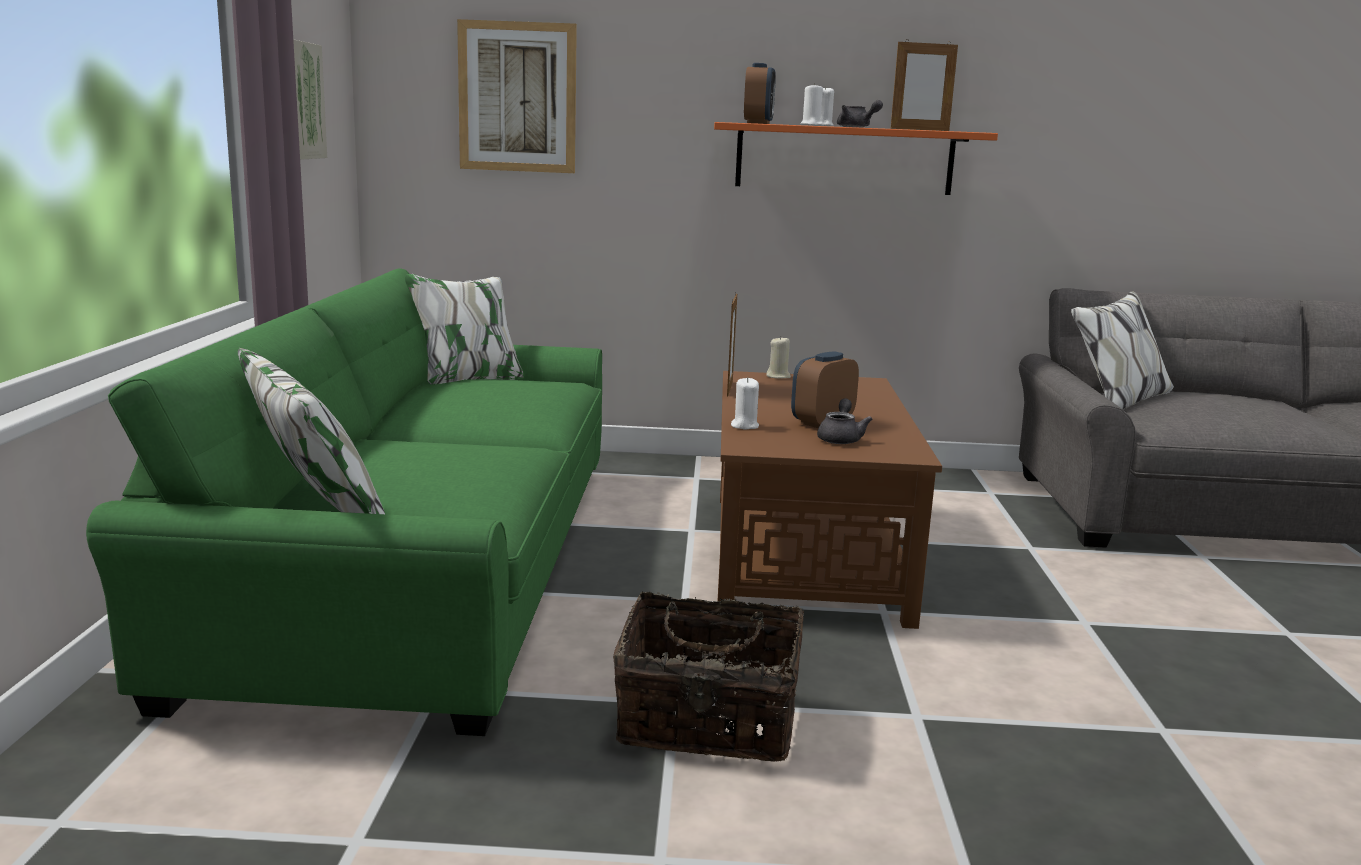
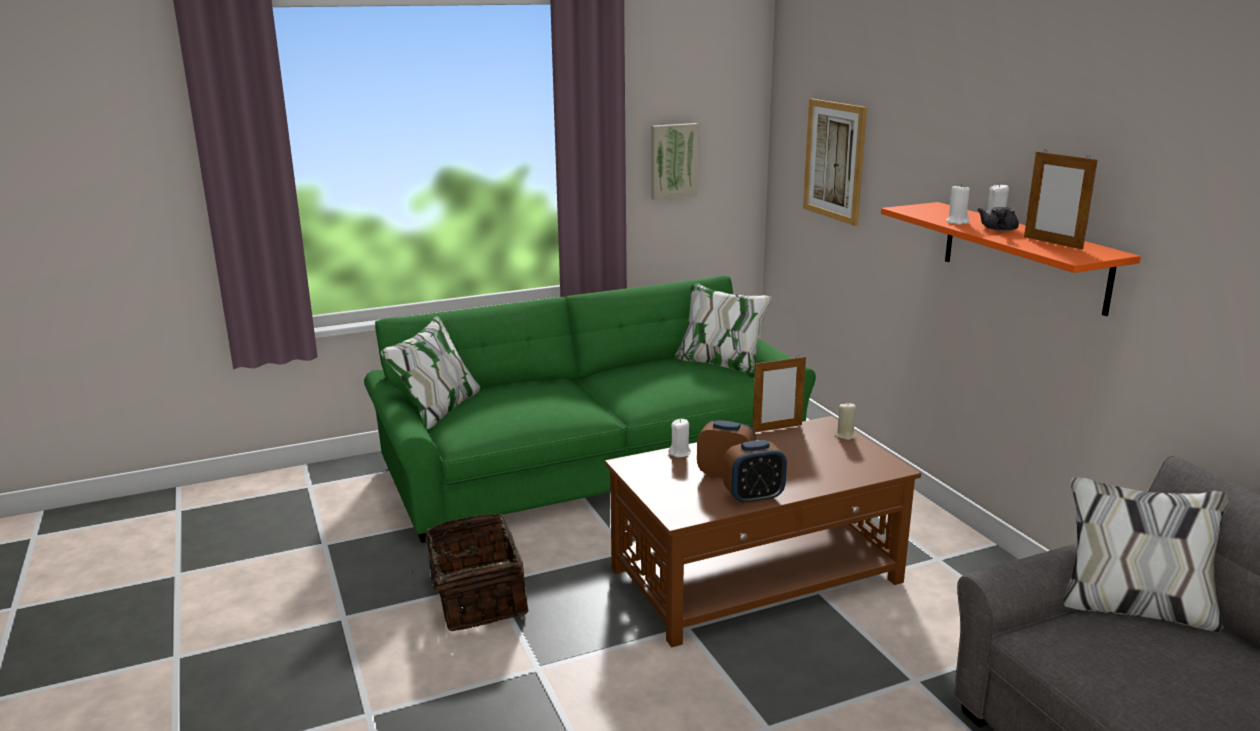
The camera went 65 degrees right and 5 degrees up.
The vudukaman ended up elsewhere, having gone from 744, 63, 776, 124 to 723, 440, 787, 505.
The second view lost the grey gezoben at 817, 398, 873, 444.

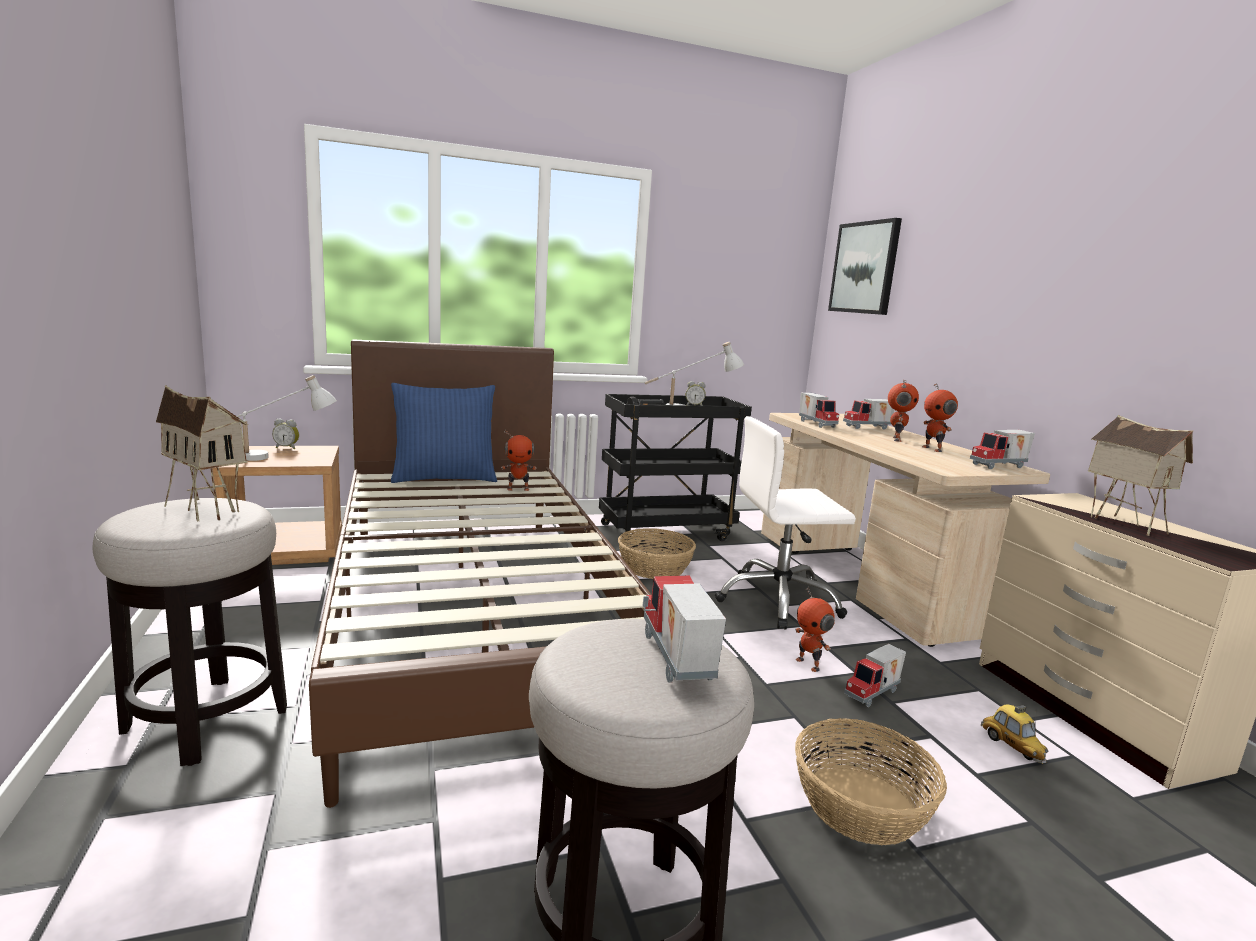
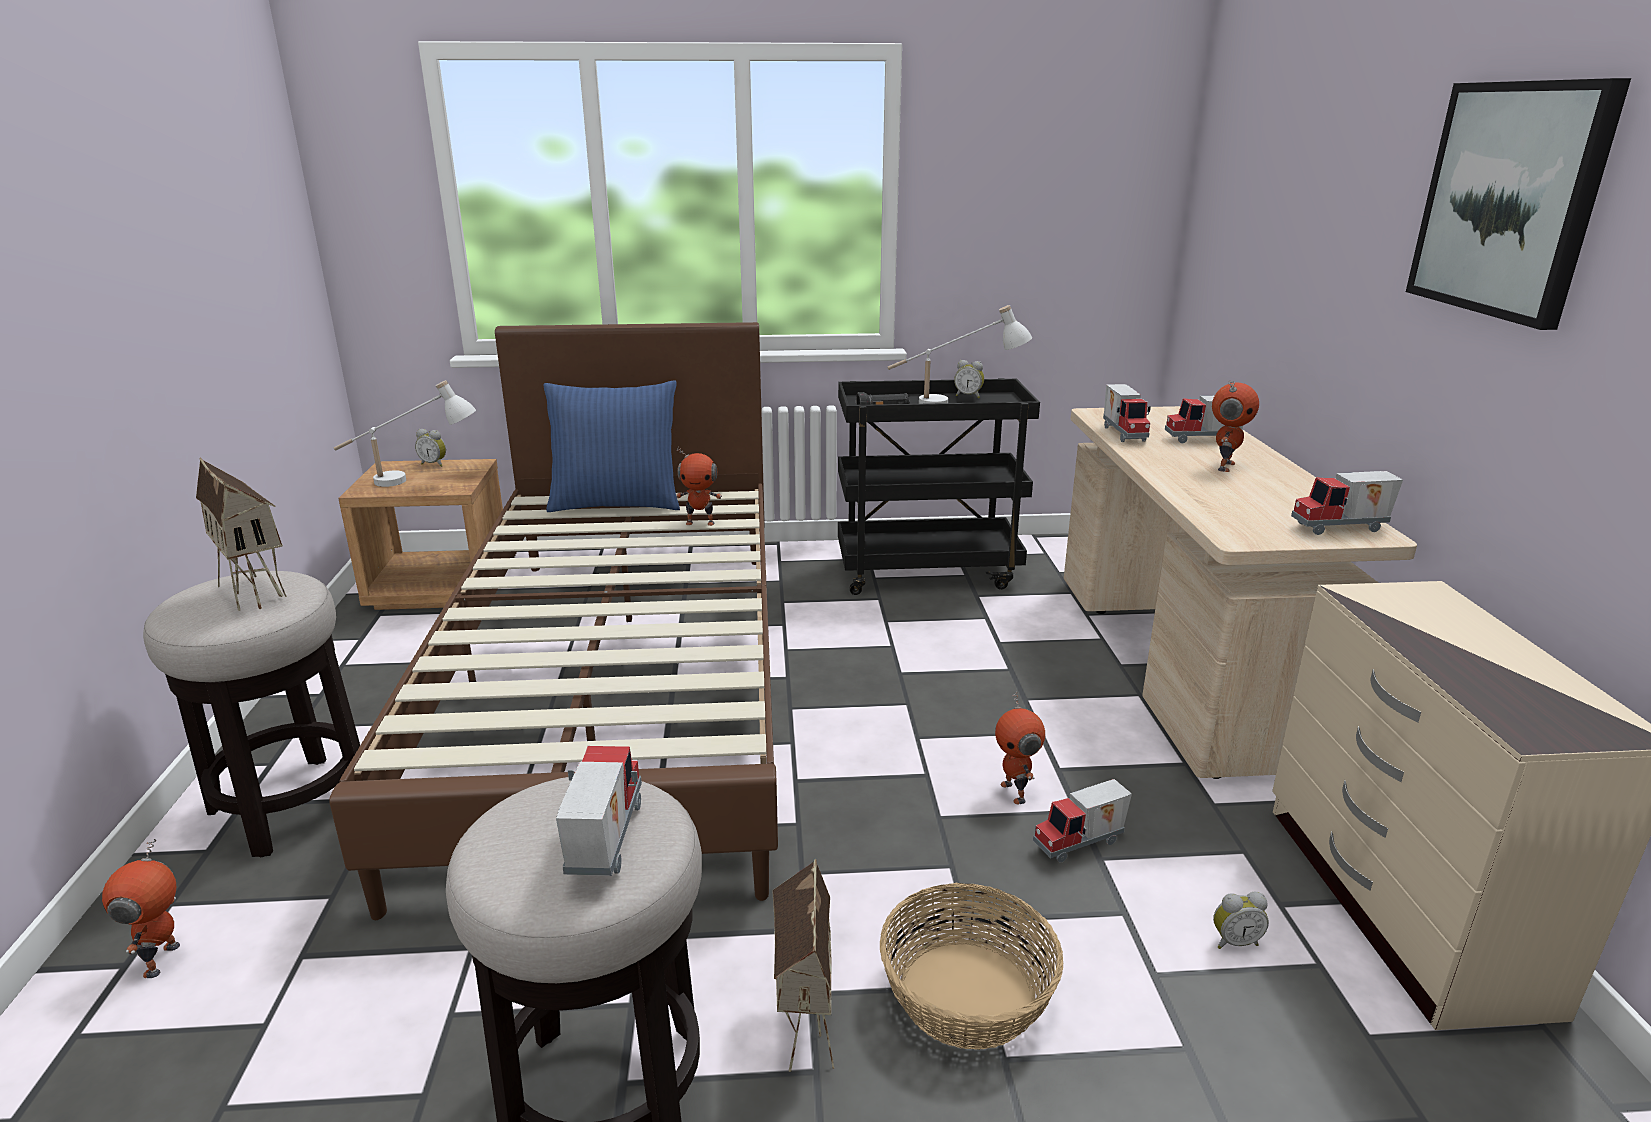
The camera went 15 degrees right and 10 degrees up.
The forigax ended up elsewhere, having gone from 922, 383, 958, 452 to 102, 839, 180, 978.
The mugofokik ended up elsewhere, having gone from 1088, 415, 1193, 536 to 772, 859, 834, 1072.
Where the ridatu stood at 981, 704, 1048, 764, the vudukaman came to stand at 1213, 892, 1269, 949.
The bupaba ended up elsewhere, having gone from 828, 218, 902, 315 to 1406, 78, 1631, 330.
The second view lost the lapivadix at 618, 528, 696, 579.
The second view lost the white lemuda at 715, 416, 856, 630.

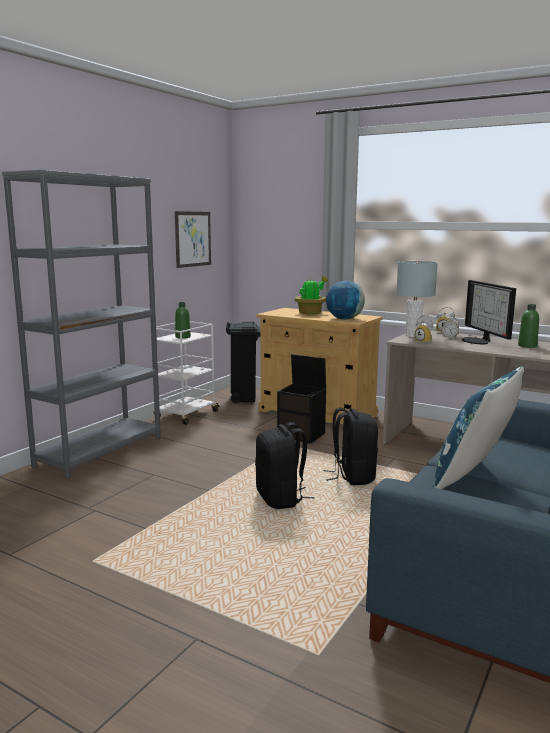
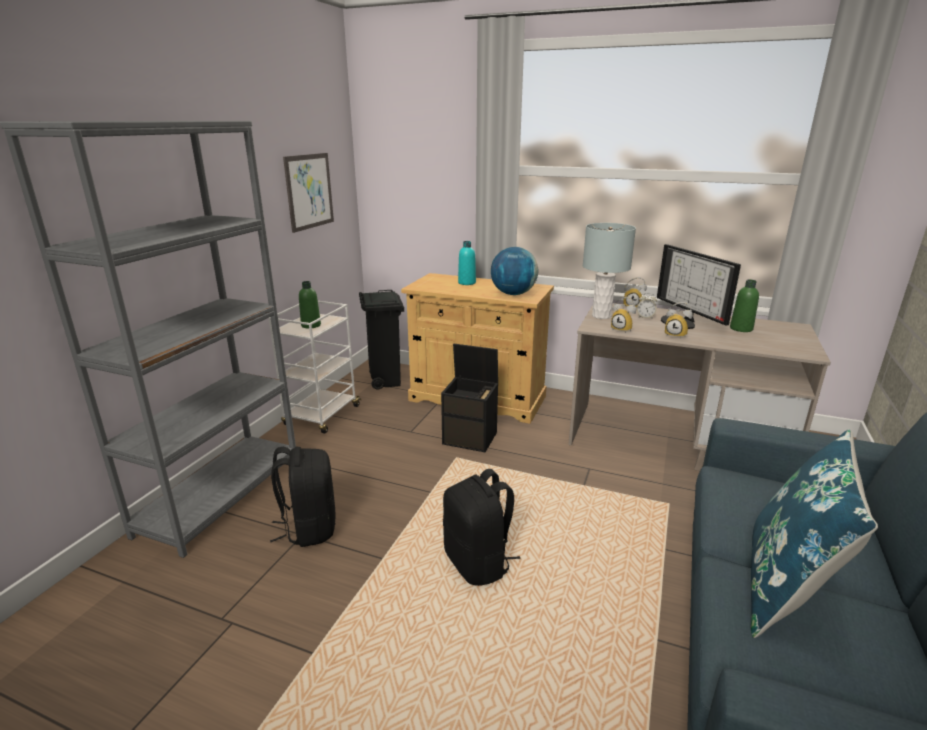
The camera went 10 degrees left and 10 degrees up.
The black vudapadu ended up elsewhere, having gone from 323, 408, 378, 485 to 270, 447, 335, 547.
Where the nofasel stood at 295, 276, 328, 314, the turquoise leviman came to stand at 458, 241, 476, 285.
The second view gained the vudukaman at 665, 302, 693, 338.

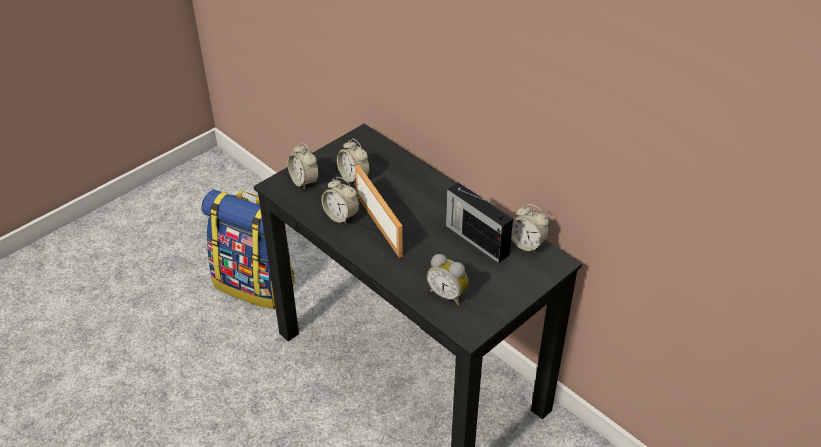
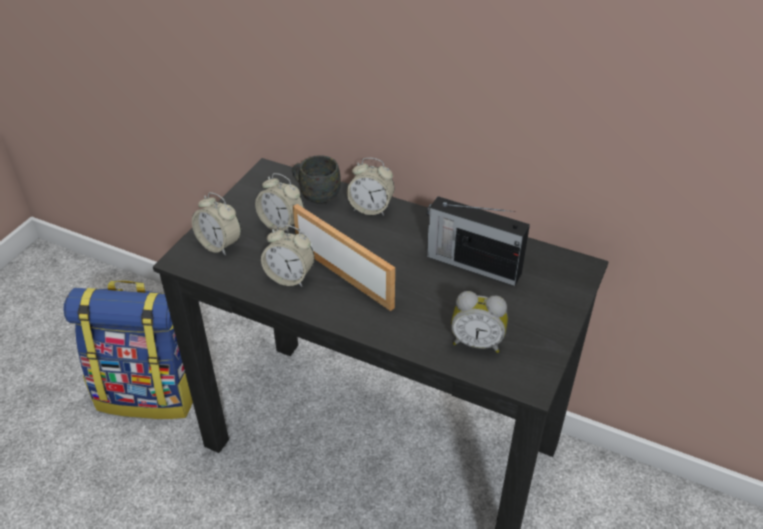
The camera went 20 degrees left and 0 degrees up.
The second view gained the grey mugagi at 292, 155, 341, 204.
The vudukaman ended up elsewhere, having gone from 511, 204, 550, 253 to 347, 158, 394, 216.

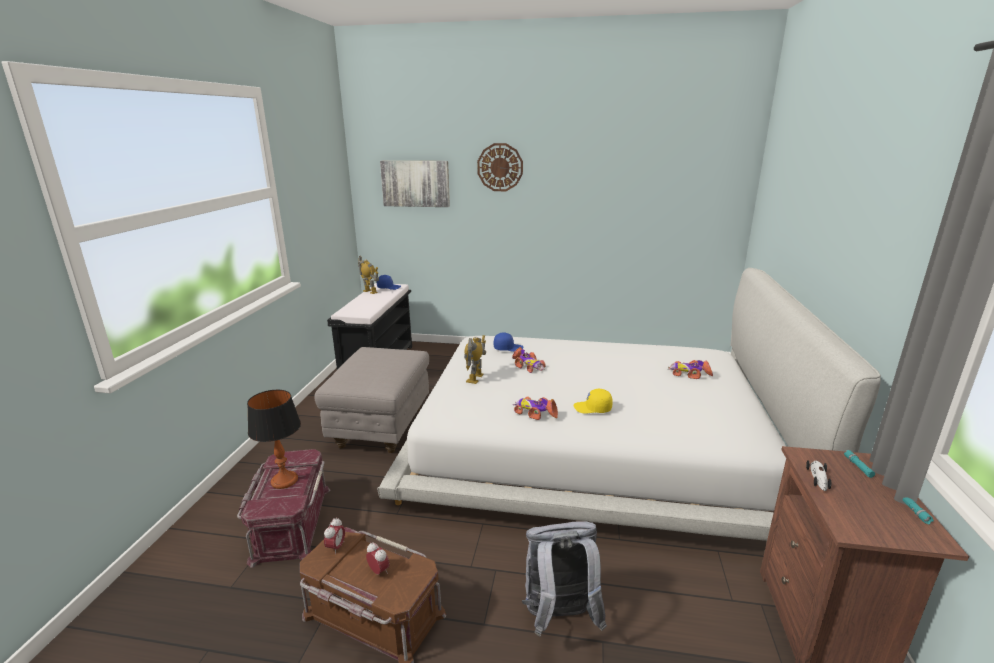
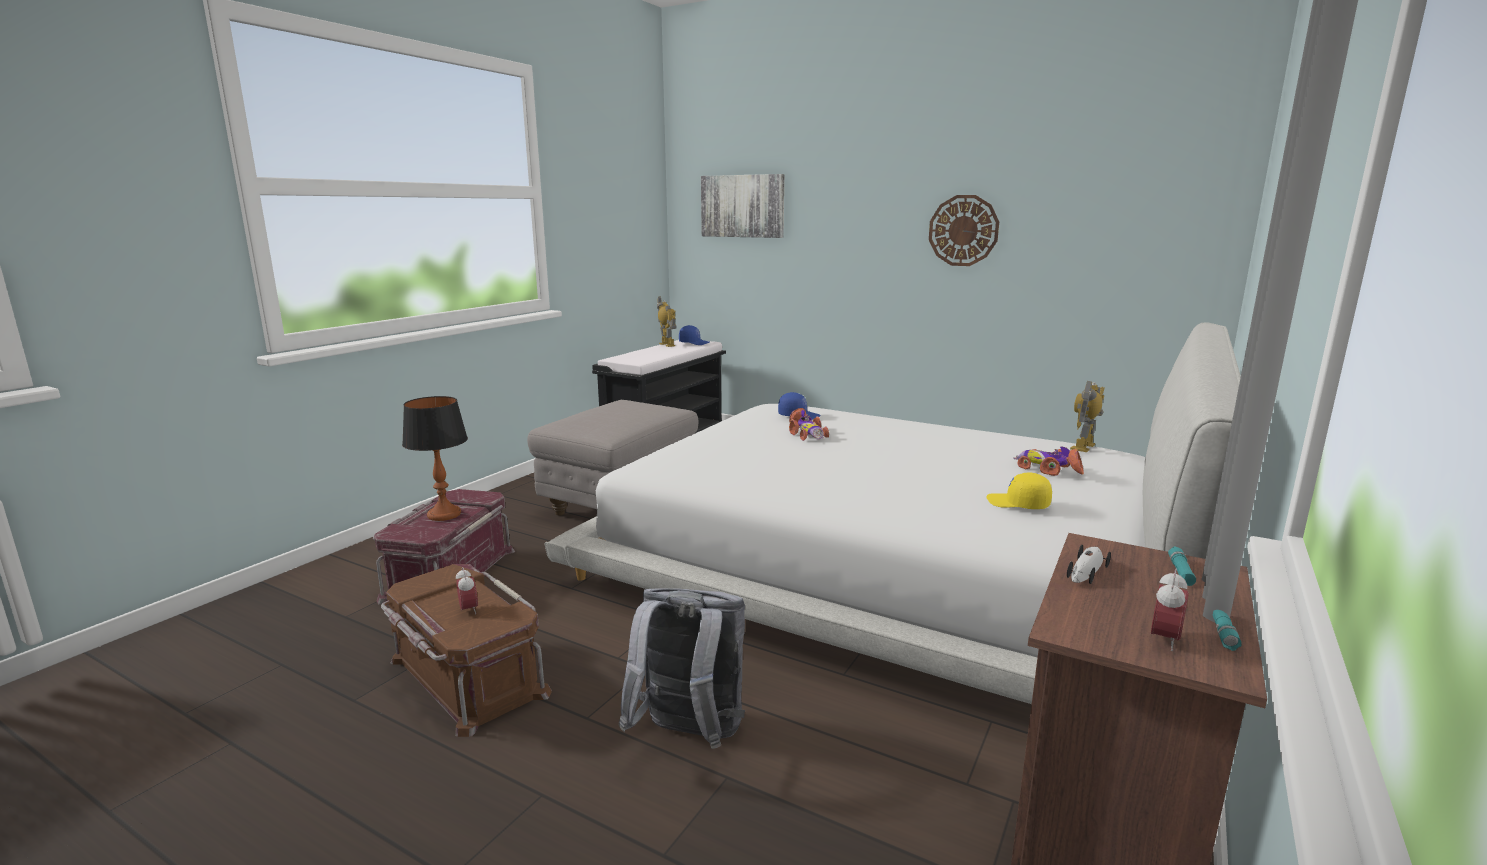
The camera went 20 degrees right and 5 degrees down.
The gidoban ended up elsewhere, having gone from 477, 143, 523, 191 to 929, 195, 999, 266.
The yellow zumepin ended up elsewhere, having gone from 574, 389, 613, 414 to 986, 473, 1052, 509.
The forigax ended up elsewhere, having gone from 464, 335, 486, 384 to 1070, 381, 1105, 452.
The vudukaman ended up elsewhere, having gone from 324, 518, 345, 554 to 1151, 568, 1189, 651.
The second view lost the ridatu at 513, 397, 558, 420.

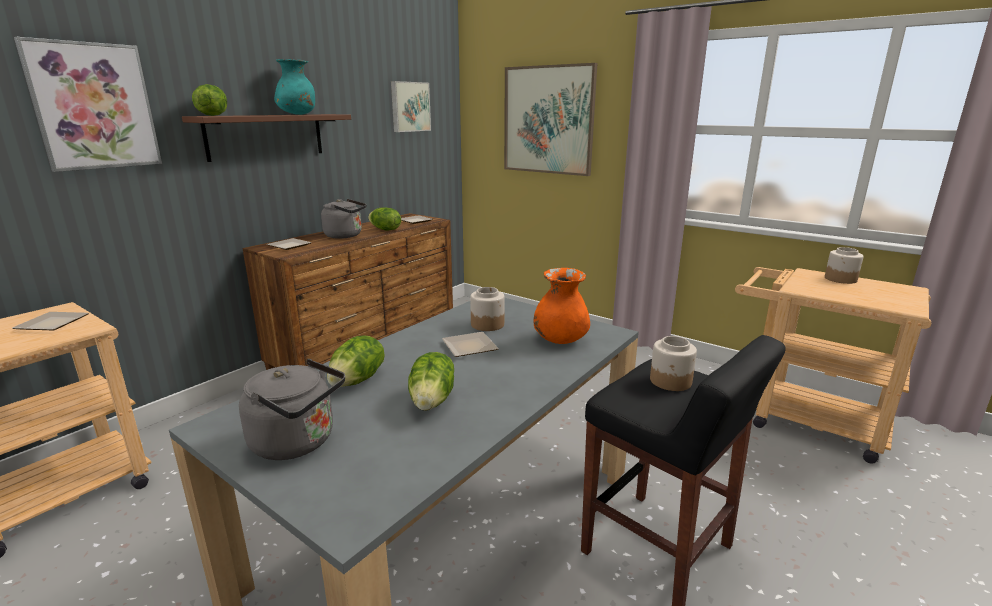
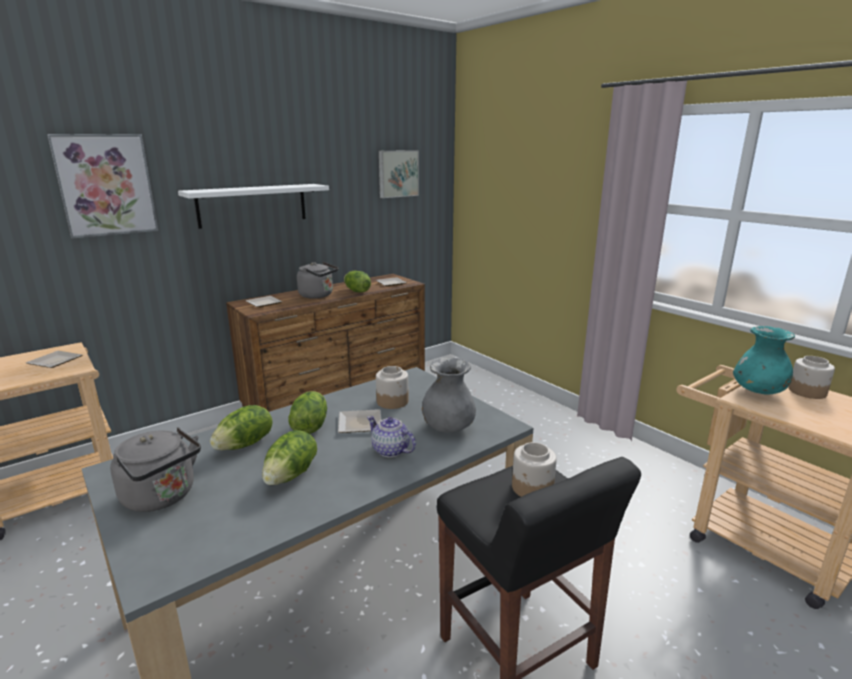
The camera went 15 degrees right and 0 degrees up.
What was the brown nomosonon at 182, 114, 351, 162 turned into the white nomosonon at 178, 184, 329, 229.
The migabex ended up elsewhere, having gone from 192, 84, 227, 116 to 288, 391, 327, 434.
The second view gained the gezoben at 367, 416, 416, 457.
What was the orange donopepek at 534, 268, 590, 344 turned into the grey donopepek at 422, 358, 476, 433.
The turquoise donopepek ended up elsewhere, having gone from 274, 59, 315, 115 to 733, 326, 795, 395.
The second view lost the bupaba at 504, 63, 597, 176.

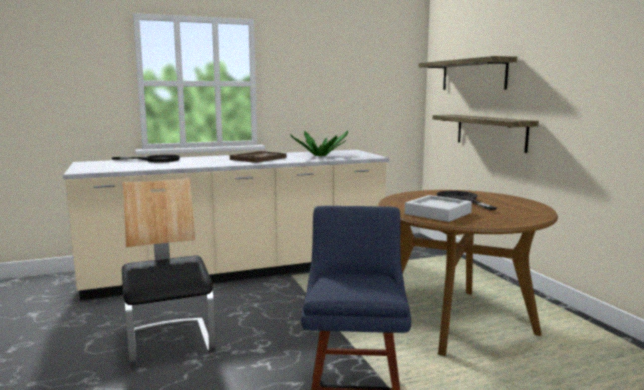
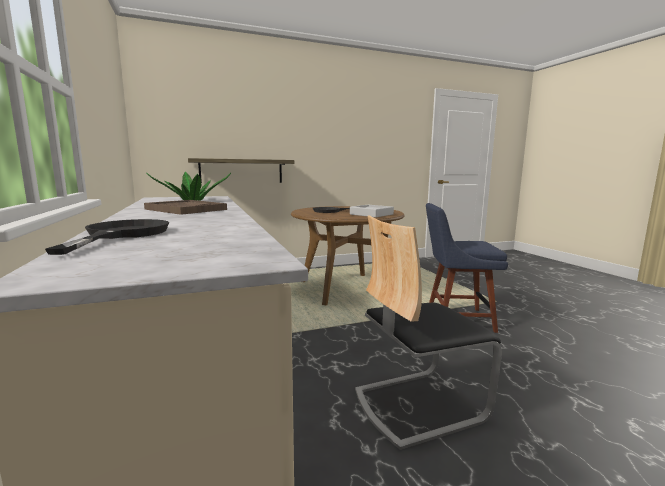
The camera went 90 degrees left and 0 degrees up.
The second view lost the nomosonon at 419, 56, 517, 90.

